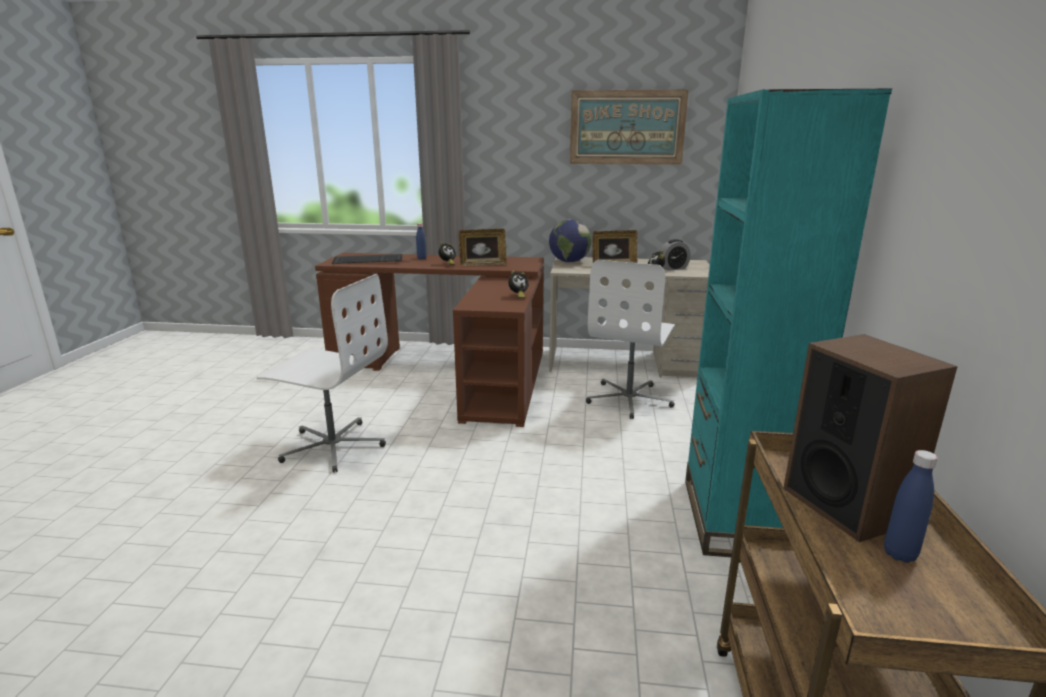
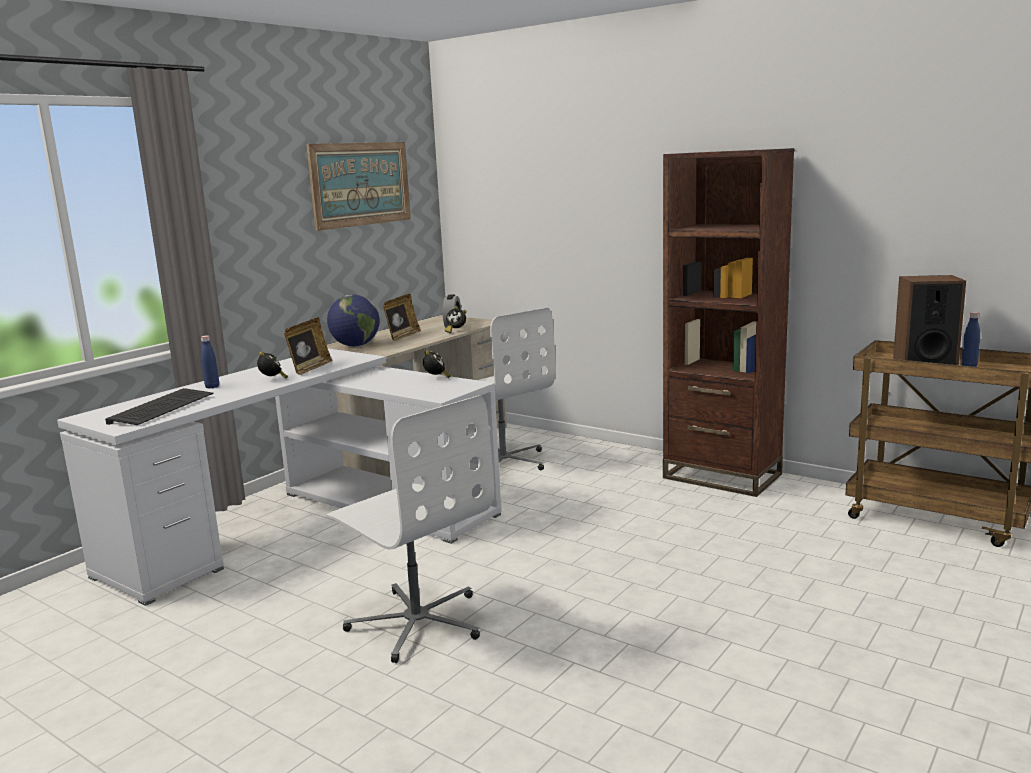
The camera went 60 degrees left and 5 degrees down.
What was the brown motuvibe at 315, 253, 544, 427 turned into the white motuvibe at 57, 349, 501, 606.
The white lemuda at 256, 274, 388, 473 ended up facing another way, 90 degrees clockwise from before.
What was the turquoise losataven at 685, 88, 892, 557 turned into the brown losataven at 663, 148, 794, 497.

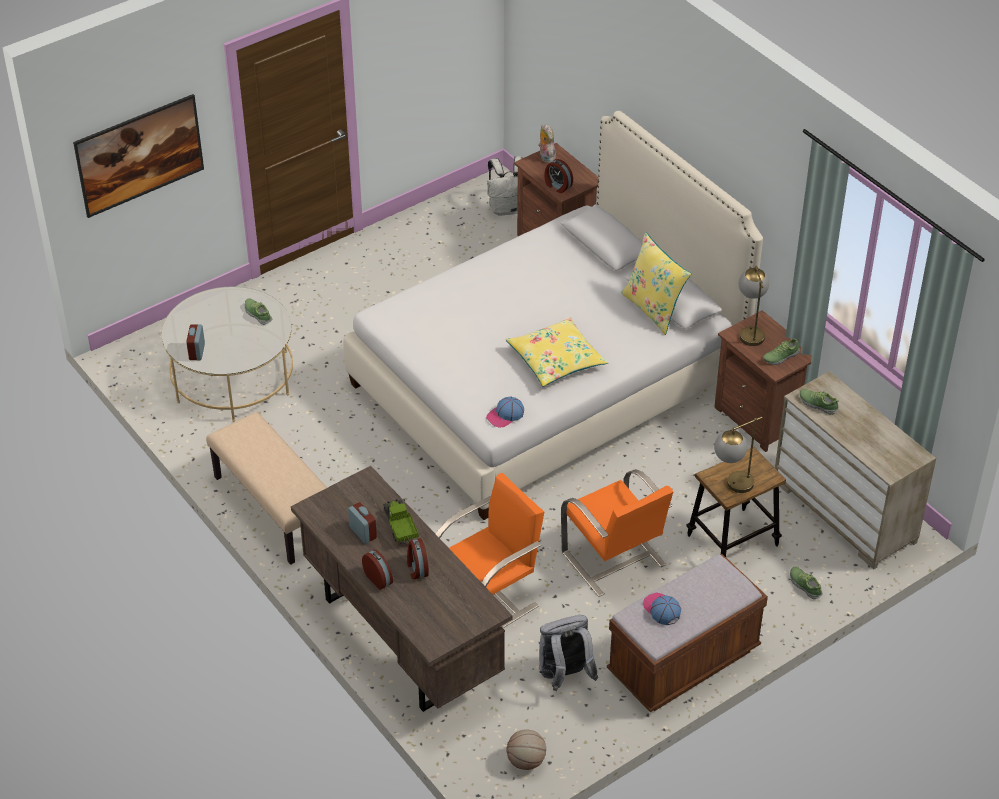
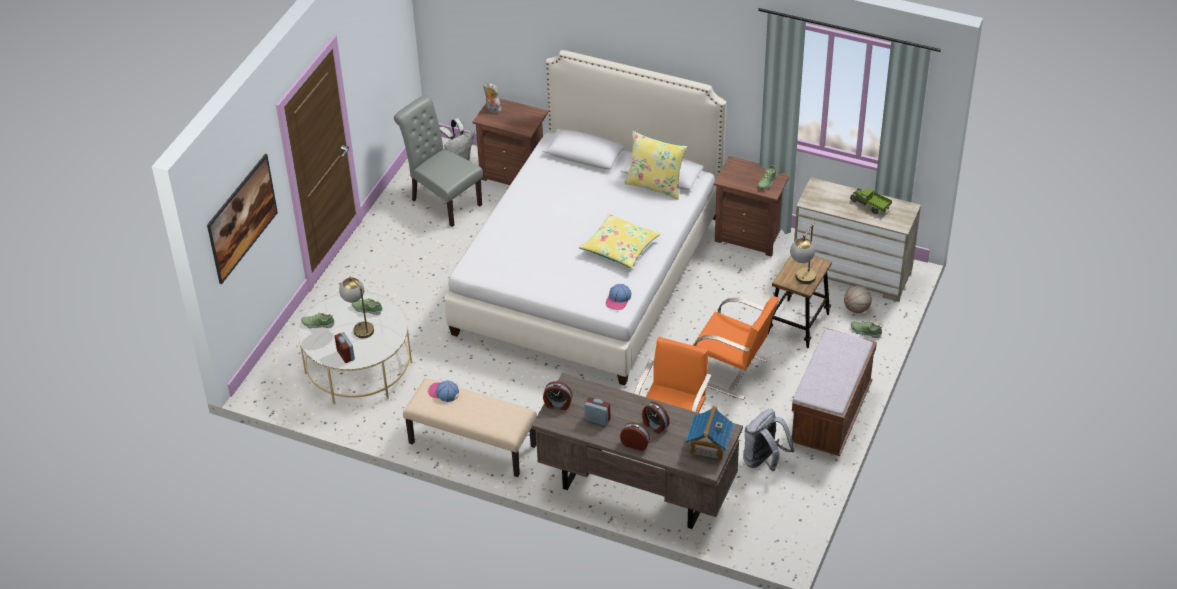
The camera went 30 degrees left and 0 degrees up.
The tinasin ended up elsewhere, having gone from 800, 389, 839, 415 to 301, 313, 335, 328.
The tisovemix ended up elsewhere, having gone from 739, 266, 769, 346 to 339, 276, 374, 338.
The second view gained the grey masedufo at 394, 95, 483, 227.
The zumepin ended up elsewhere, having gone from 643, 592, 681, 625 to 428, 380, 459, 402.
The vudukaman ended up elsewhere, having gone from 544, 159, 573, 193 to 543, 381, 572, 410.
The second view gained the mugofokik at 686, 406, 734, 461.
The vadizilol ended up elsewhere, having gone from 506, 729, 546, 770 to 844, 286, 872, 313.
The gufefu ended up elsewhere, having gone from 383, 499, 419, 544 to 850, 188, 892, 214.

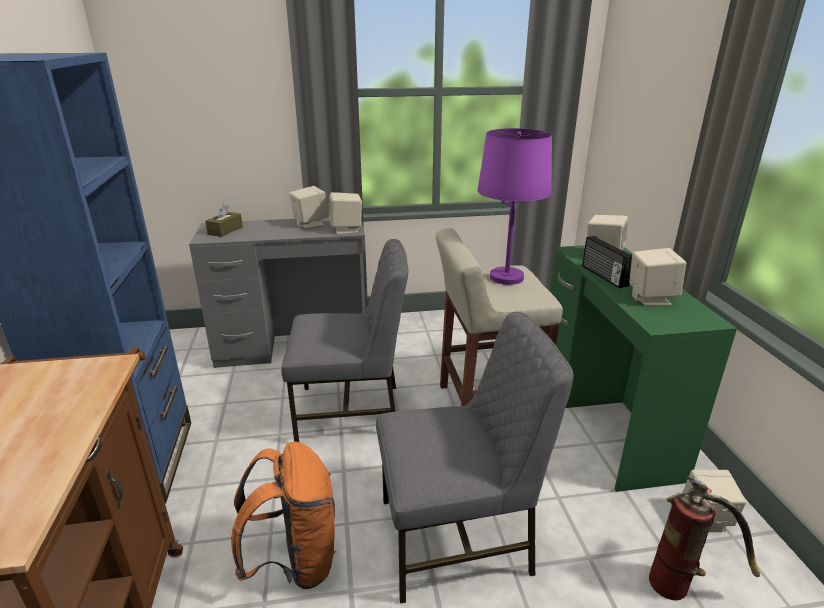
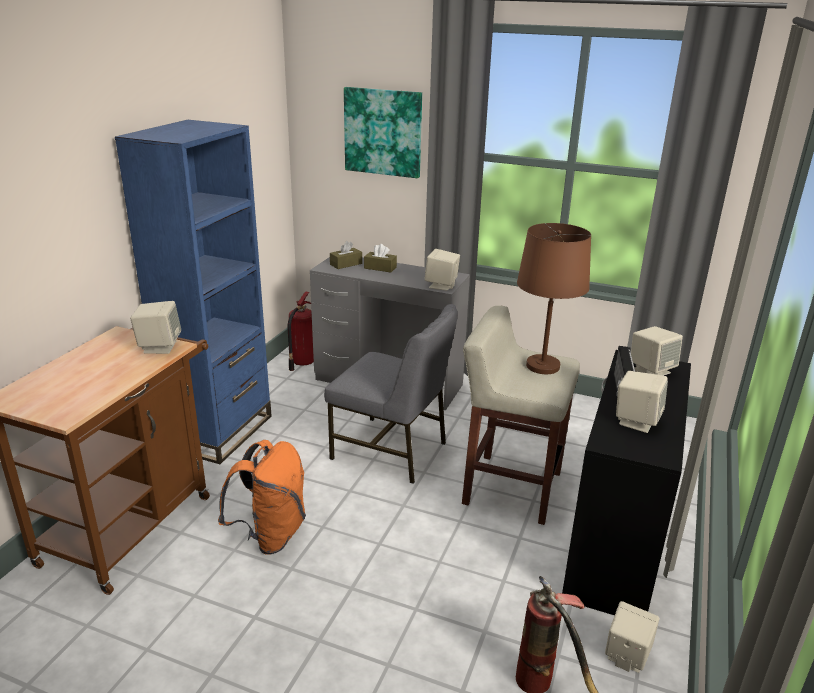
The camera went 30 degrees right and 0 degrees up.
The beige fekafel ended up elsewhere, having gone from 289, 186, 329, 229 to 130, 301, 181, 354.
The second view gained the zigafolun at 288, 292, 314, 371.
The second view gained the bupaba at 344, 87, 422, 178.
The second view gained the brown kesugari at 364, 244, 397, 272.
What was the purple tisovemix at 477, 128, 552, 285 turned into the brown tisovemix at 517, 223, 591, 374.
What was the green motuvibe at 550, 245, 737, 492 turned into the black motuvibe at 562, 350, 691, 615.
The second view lost the grey masedufo at 376, 312, 573, 604.

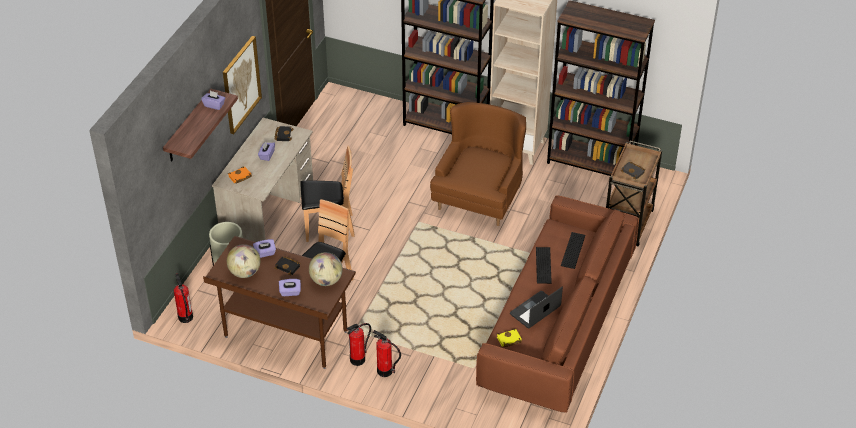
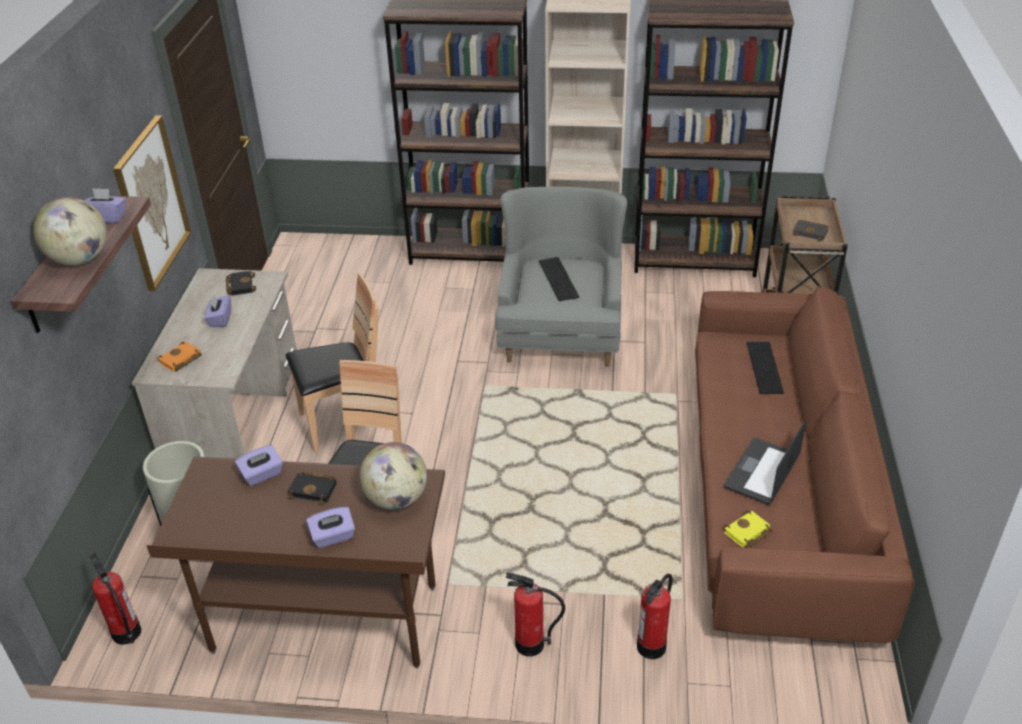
The camera went 15 degrees left and 5 degrees down.
The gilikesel ended up elsewhere, having gone from 227, 244, 260, 278 to 33, 197, 107, 265.
What was the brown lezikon at 430, 102, 526, 226 turned into the grey lezikon at 495, 186, 627, 367.
The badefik ended up elsewhere, having gone from 536, 247, 552, 284 to 539, 257, 579, 301.
The zigafolun ended up elsewhere, having gone from 346, 323, 371, 366 to 637, 574, 672, 659.

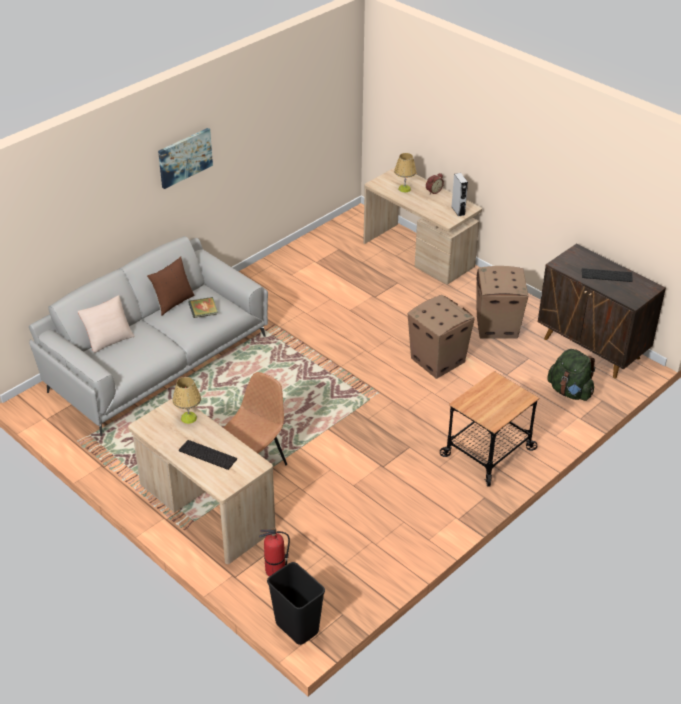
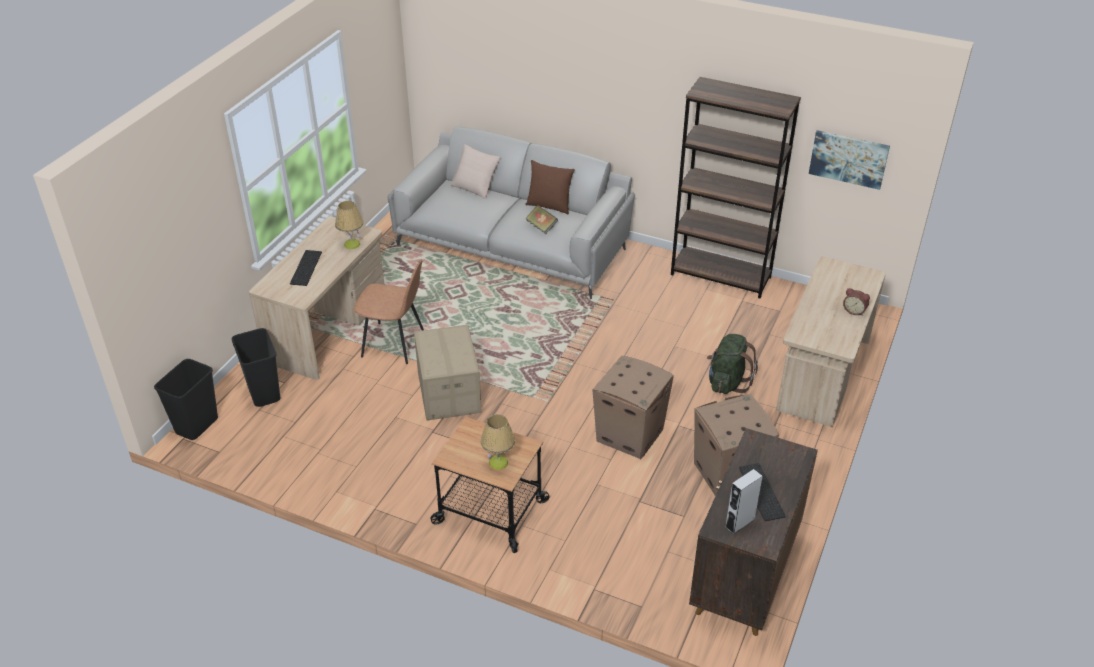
The camera went 70 degrees right and 0 degrees up.
Where the zigafolun stood at 259, 528, 290, 577, the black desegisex came to stand at 232, 328, 280, 407.
The second view gained the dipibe at 414, 325, 482, 420.
The tisovemix ended up elsewhere, having gone from 394, 153, 417, 192 to 481, 414, 515, 470.
The second view gained the brown losataven at 671, 77, 801, 299.
The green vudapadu ended up elsewhere, having gone from 547, 349, 595, 401 to 707, 334, 758, 394.
The grey fekafel ended up elsewhere, having gone from 452, 173, 468, 217 to 725, 469, 763, 534.
The bupaba ended up elsewhere, having gone from 158, 128, 213, 189 to 809, 130, 890, 190.

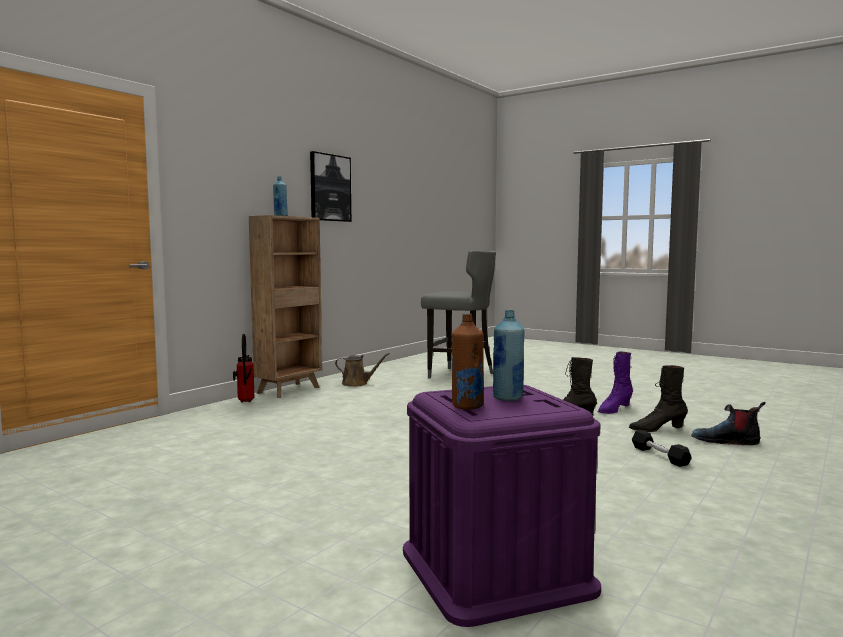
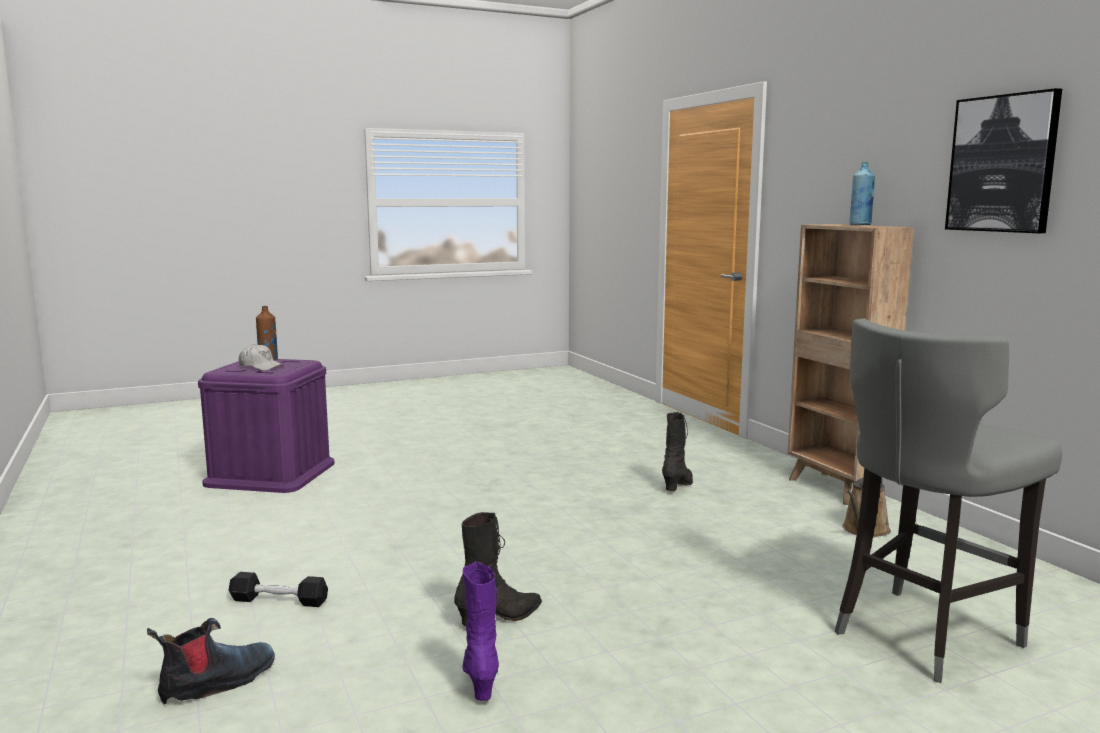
The camera went 120 degrees right and 5 degrees up.
Where the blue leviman stood at 493, 310, 524, 401, the white zumepin came to stand at 239, 344, 284, 371.
The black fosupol ended up elsewhere, having gone from 628, 365, 688, 432 to 662, 412, 693, 491.
The second view lost the zigafolun at 233, 334, 255, 403.

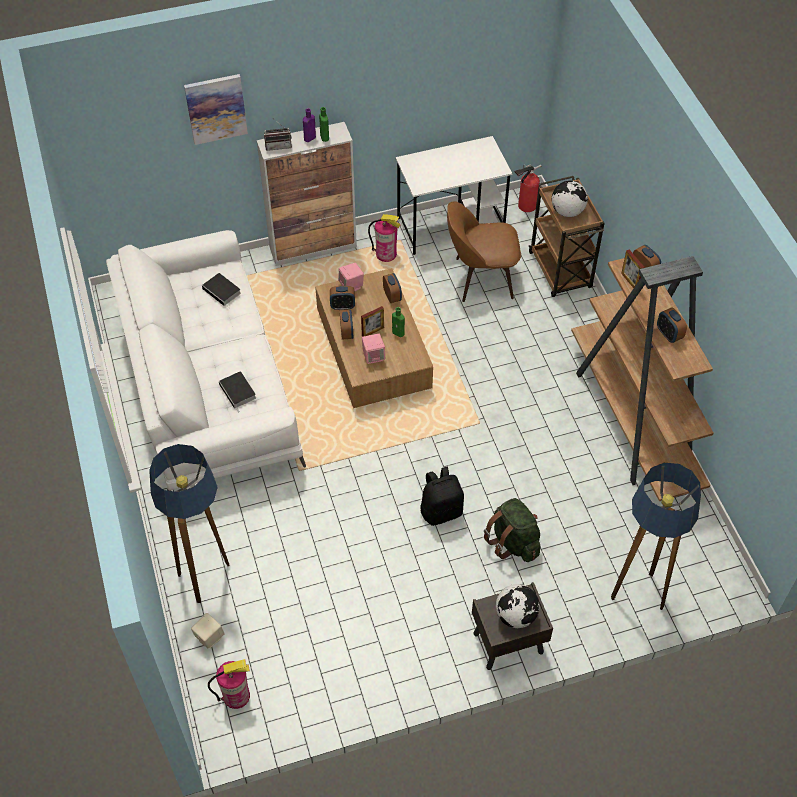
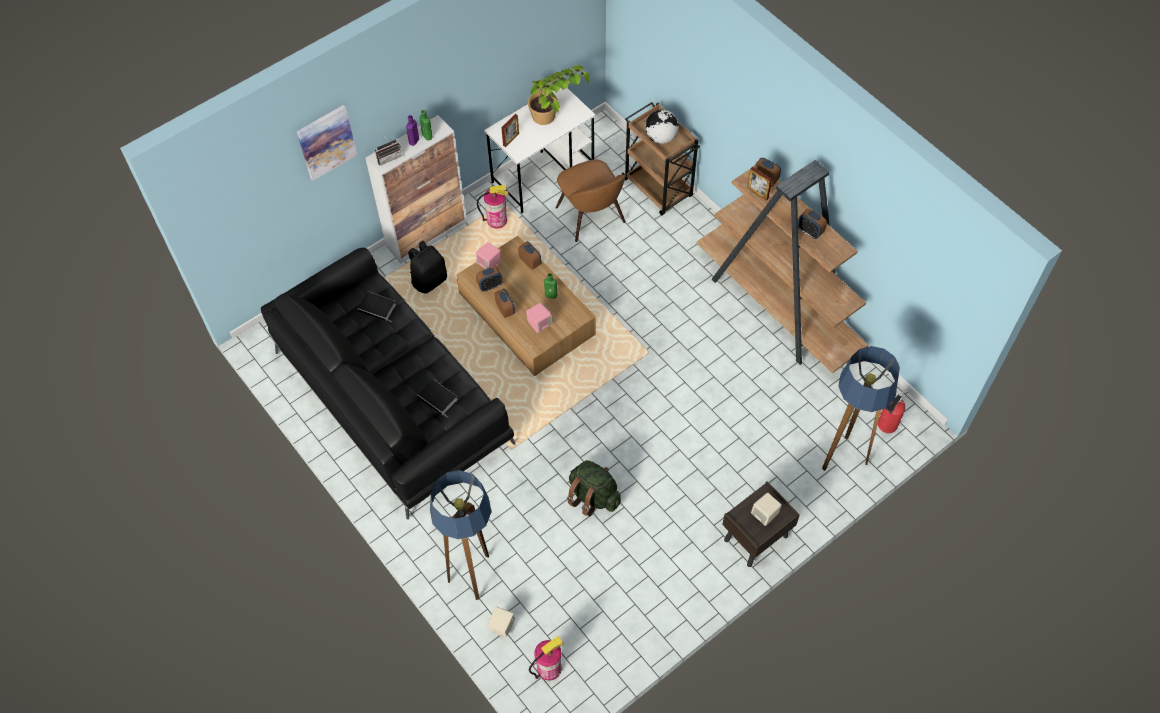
The camera went 20 degrees left and 5 degrees up.
What was the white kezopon at 106, 230, 306, 491 turned into the black kezopon at 261, 248, 515, 520.
The black vudapadu ended up elsewhere, having gone from 420, 467, 464, 526 to 408, 241, 447, 294.
The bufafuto ended up elsewhere, having gone from 361, 306, 384, 337 to 501, 114, 519, 147.
The second view gained the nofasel at 528, 65, 589, 125.
The brown masedufo at 447, 201, 521, 302 ended up facing another way, 90 degrees counterclockwise from before.
The green vudapadu ended up elsewhere, having gone from 484, 498, 541, 562 to 567, 460, 621, 517.
Where the gilikesel stood at 496, 584, 539, 628, the beige fekafel came to stand at 751, 493, 782, 526.
The zigafolun ended up elsewhere, having gone from 515, 165, 541, 212 to 878, 389, 906, 433.

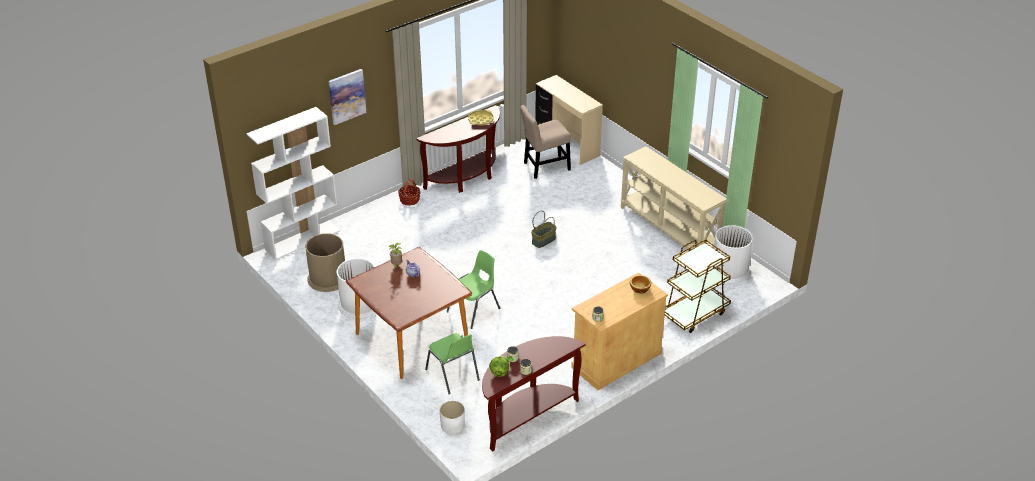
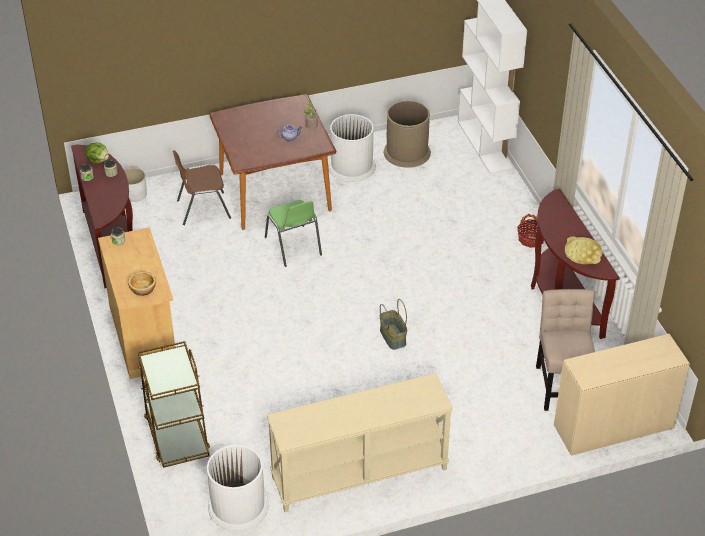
The camera went 110 degrees right and 5 degrees up.
What was the green masedufo at 425, 333, 480, 394 turned into the brown masedufo at 173, 150, 231, 225.
The second view lost the bupaba at 329, 69, 366, 125.

